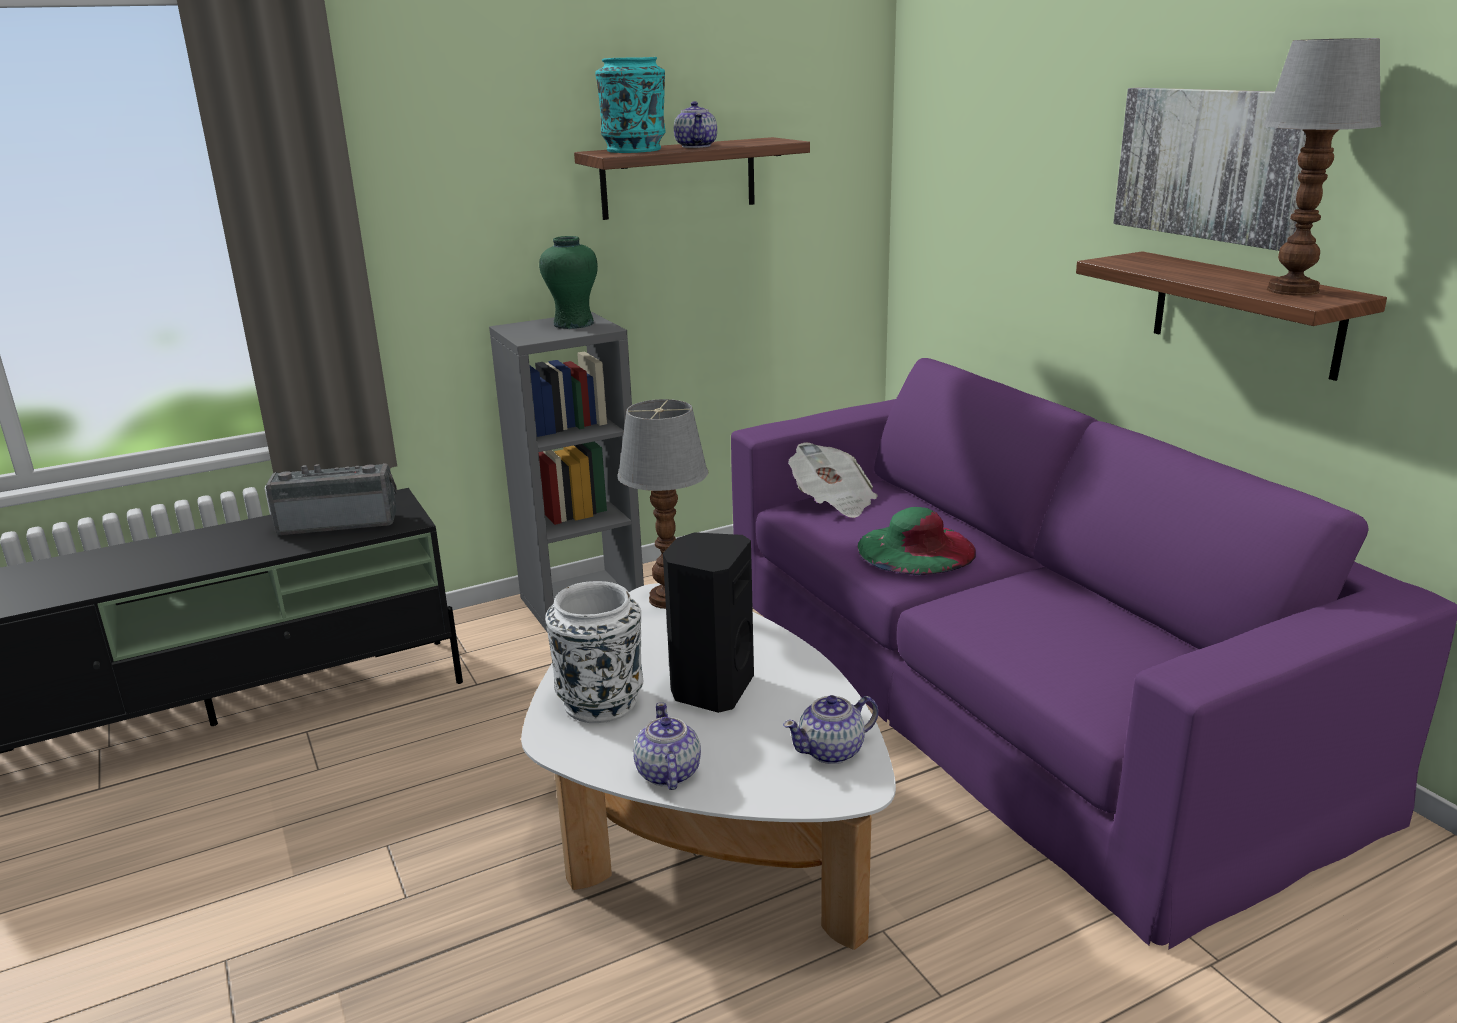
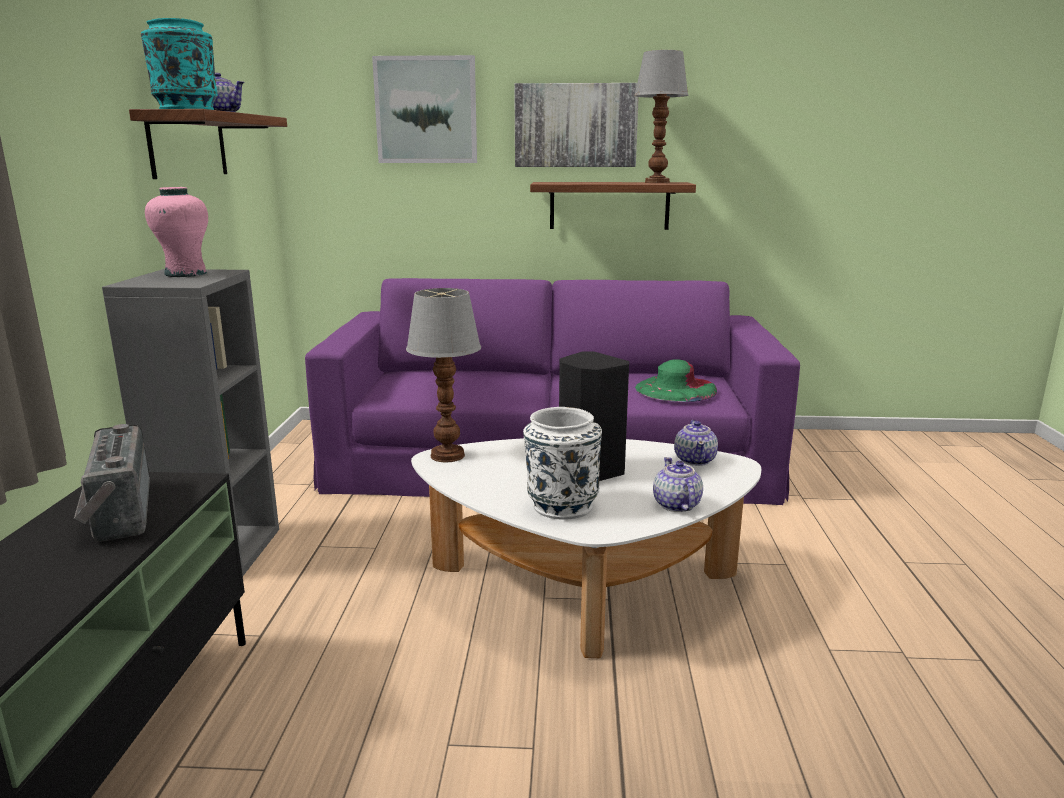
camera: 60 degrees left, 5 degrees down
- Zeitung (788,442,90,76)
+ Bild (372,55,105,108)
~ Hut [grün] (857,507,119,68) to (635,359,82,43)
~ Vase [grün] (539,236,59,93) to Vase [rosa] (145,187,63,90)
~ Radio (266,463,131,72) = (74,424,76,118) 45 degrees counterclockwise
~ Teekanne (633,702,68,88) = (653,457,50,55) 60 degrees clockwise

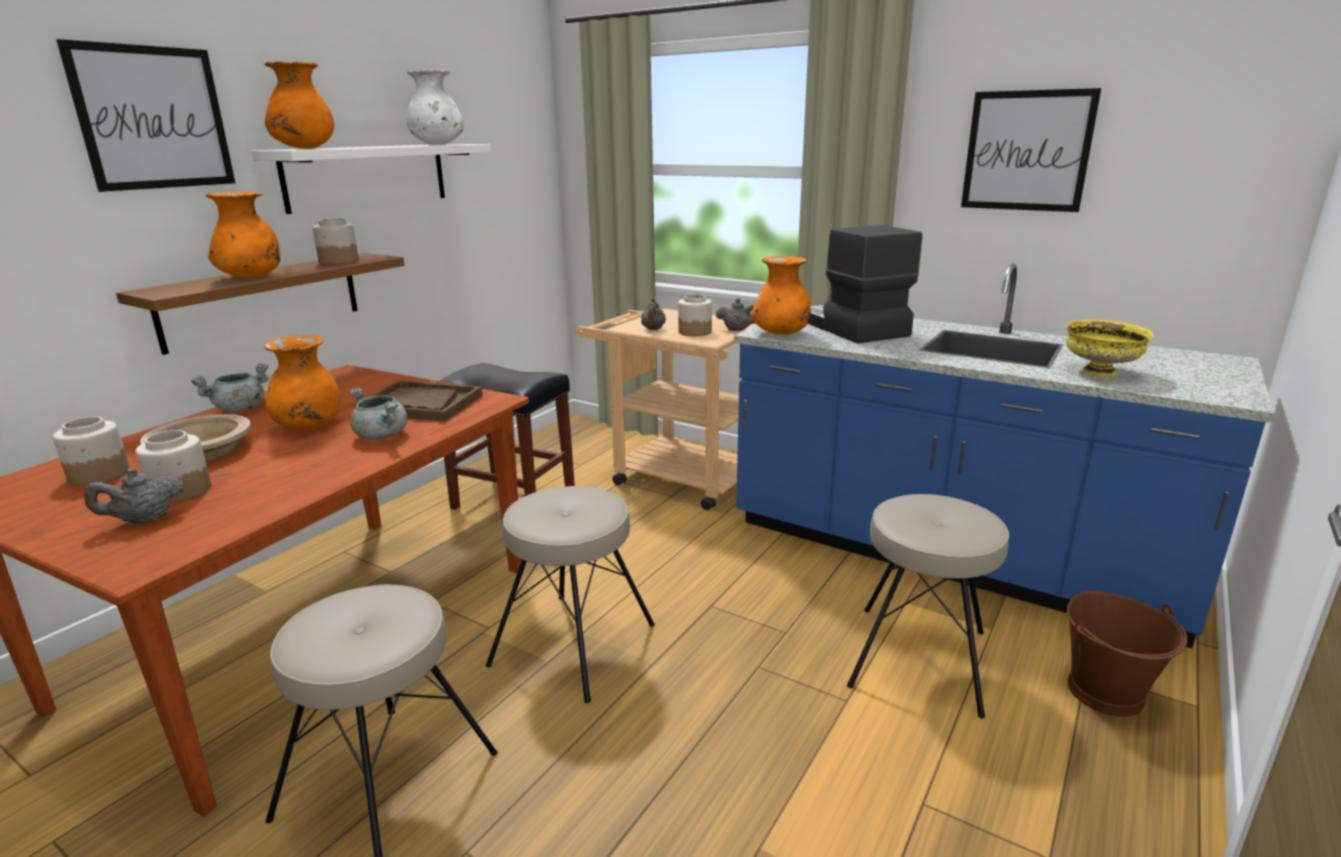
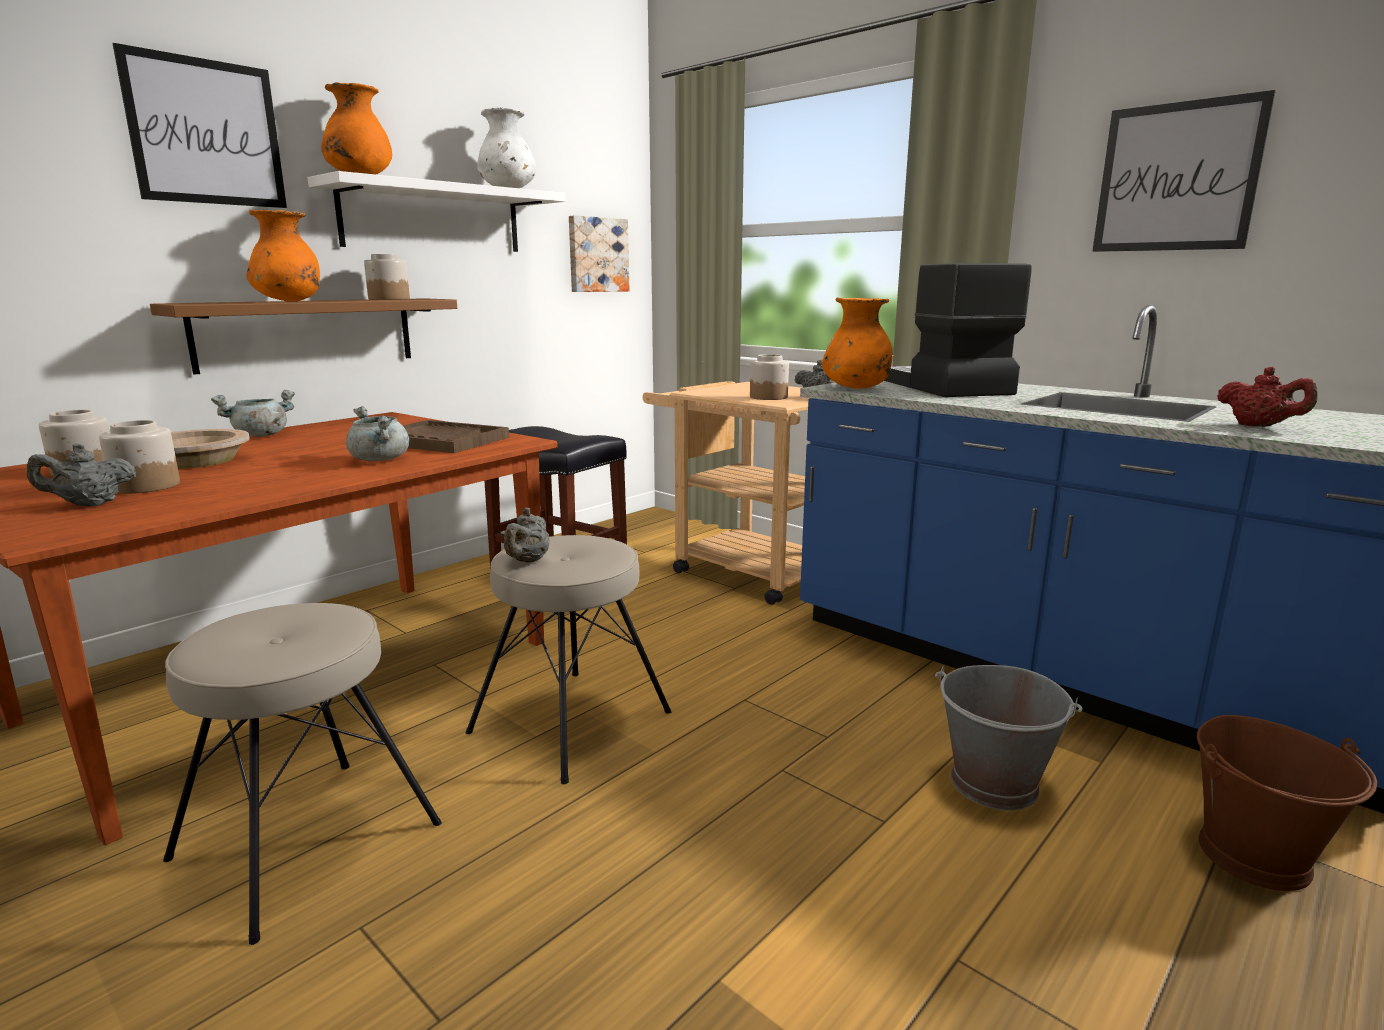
camera: 10 degrees right, 5 degrees down
- Vase [orange] (264,335,77,94)
+ Bild (569,215,60,77)
~ Teekanne [grau] (641,298,25,32) to (504,508,46,55)
~ Hocker [beige] (847,494,162,224) to Eimer [grau] (935,665,148,146)
~ Schüssel [gelb] (1066,319,88,57) to Teekanne [rot] (1217,367,101,60)

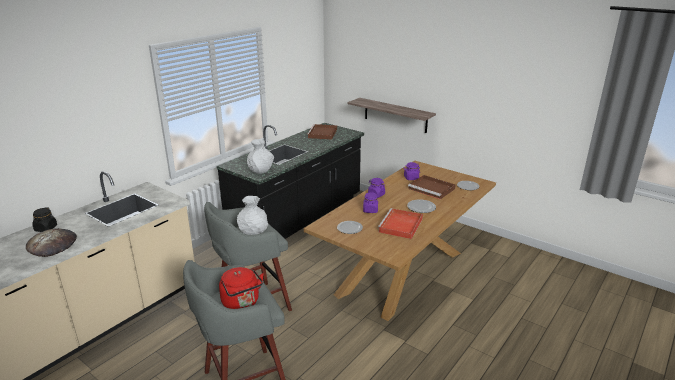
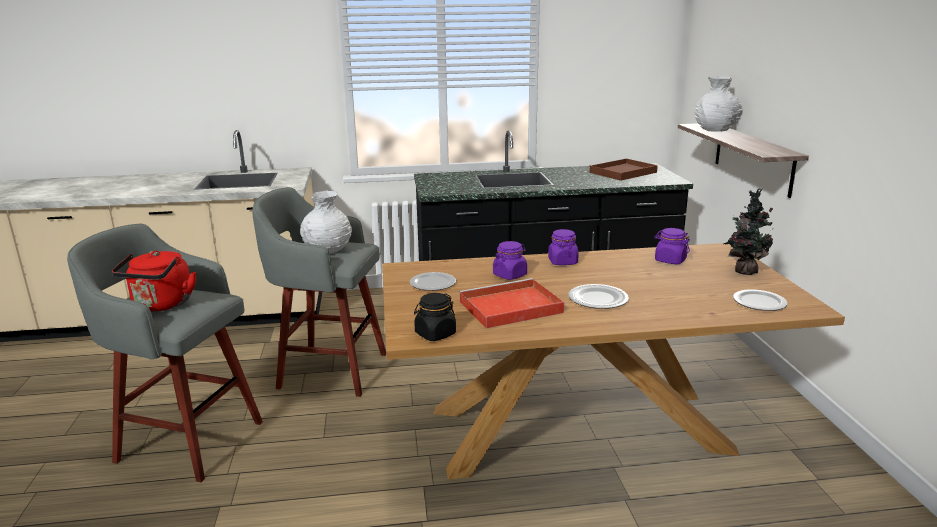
camera: 45 degrees right, 5 degrees down
- Brot (26,228,51,29)
- Tablett [braun] (408,175,48,24)
+ Topfpflanze (723,188,50,87)
~ Vorratsglas [schwarz] (32,207,25,25) to (414,293,42,48)
~ Vase [weiß] (247,139,27,35) to (694,76,48,56)

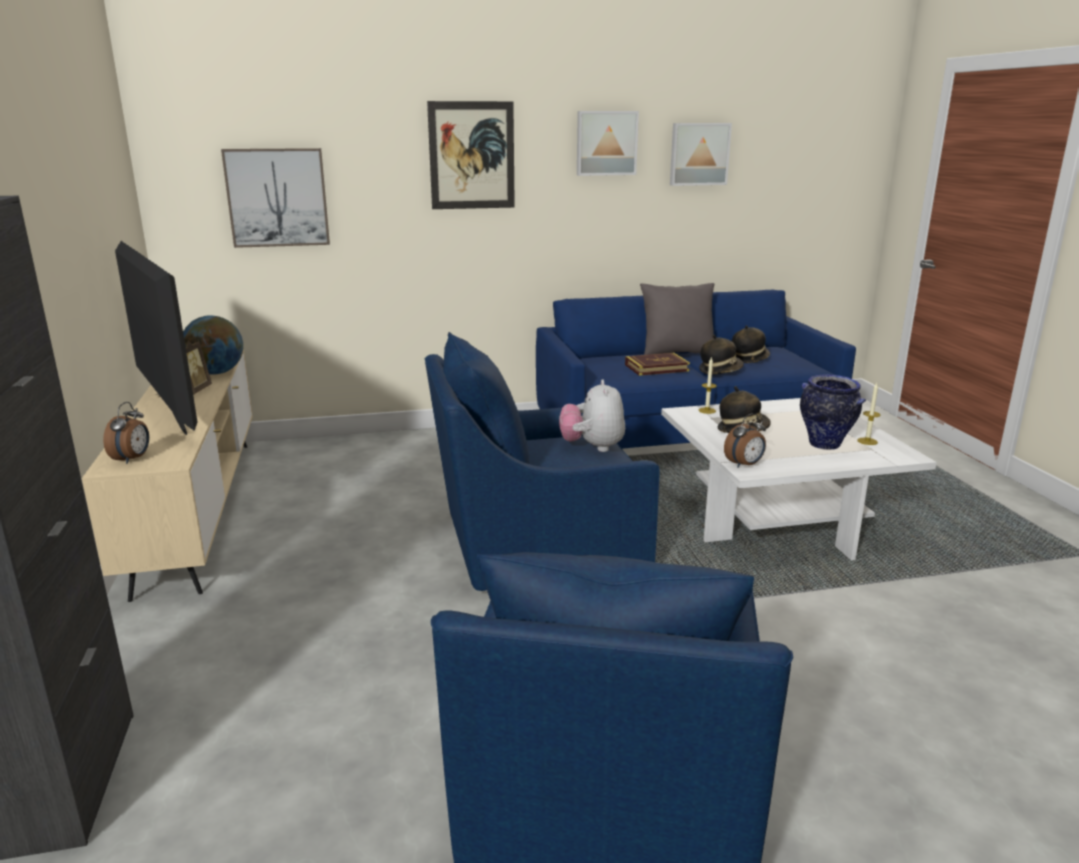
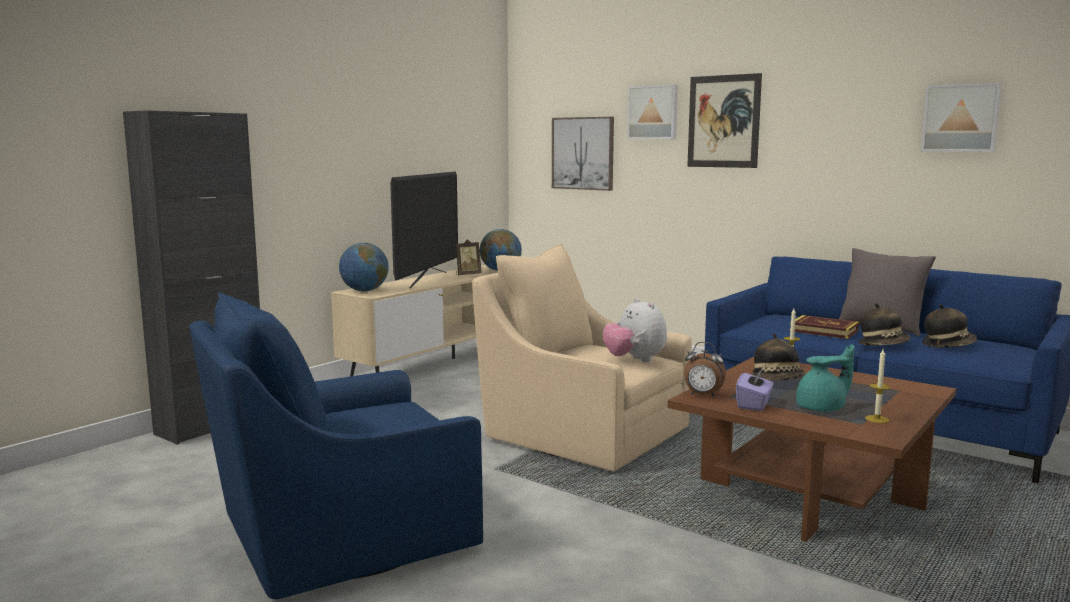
camera: 50 degrees right, 10 degrees down
+ Taschentuchbox [lila] (736,367,37,44)
~ Bild (577,111,62,65) to (627,84,51,55)
~ Wecker (103,402,46,62) to Globus (339,243,50,48)
~ Vase (800,375,66,75) to Teekanne [türkis] (796,344,58,68)
~ Sessel [blau] (424,332,236,259) to Sessel [beige] (472,244,220,228)
~ Couchtisch [weiß] (661,398,276,163) to Couchtisch [braun] (668,357,288,185)
~ Plüschtier (559,380,66,72) = (603,298,64,64) 75 degrees counterclockwise

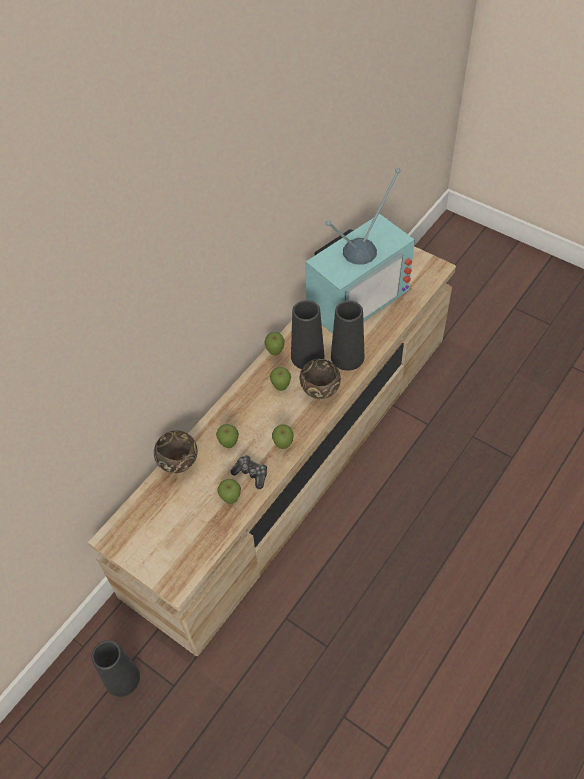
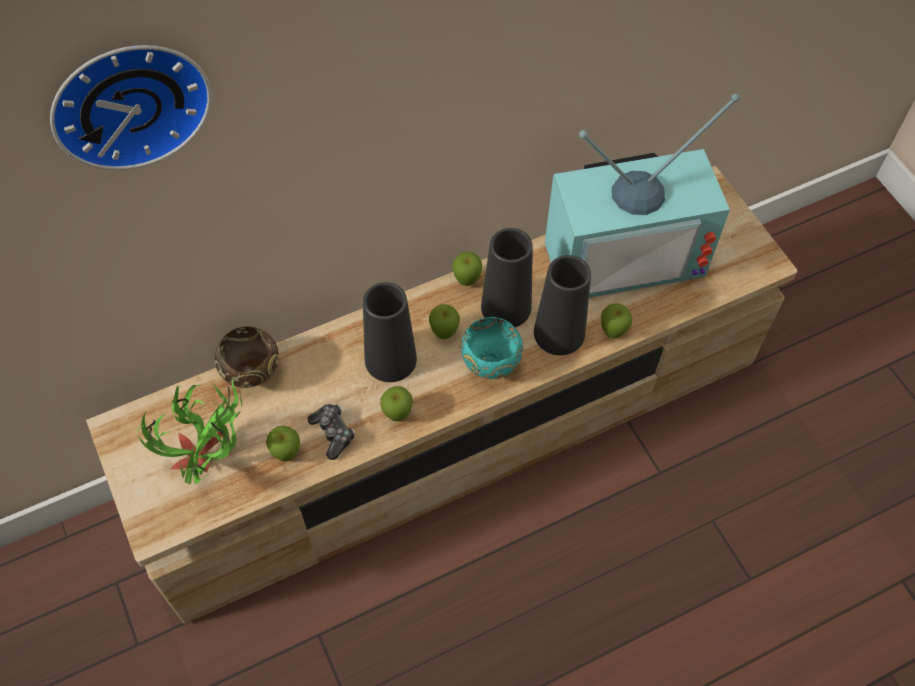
camera: 25 degrees right, 5 degrees up
+ Wanduhr (50,45,161,125)
+ Topfpflanze (137,379,105,106)
~ Vase [schwarz] (91,640,49,57) to (363,282,54,100)
~ Apfel (216,424,23,24) to (601,303,32,35)
~ Schüssel [braun] (299,359,42,40) to Schüssel [türkis] (461,317,62,62)

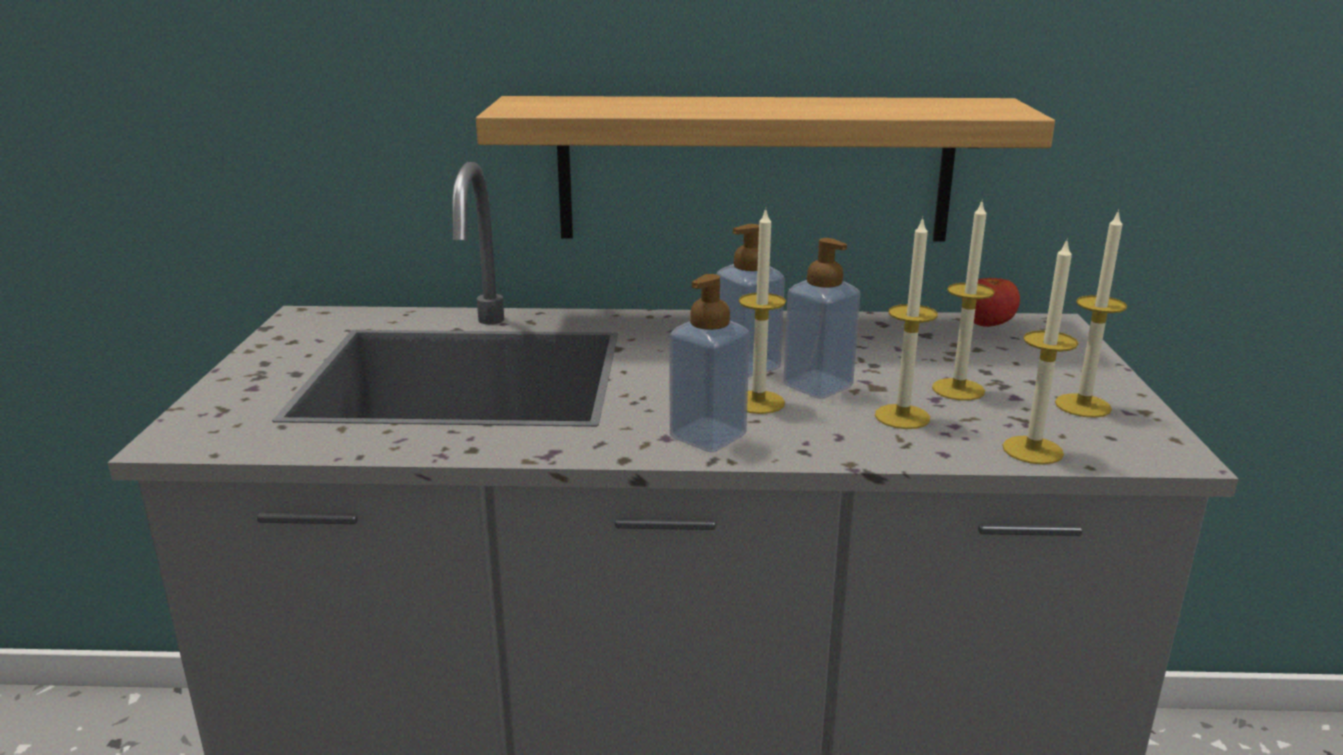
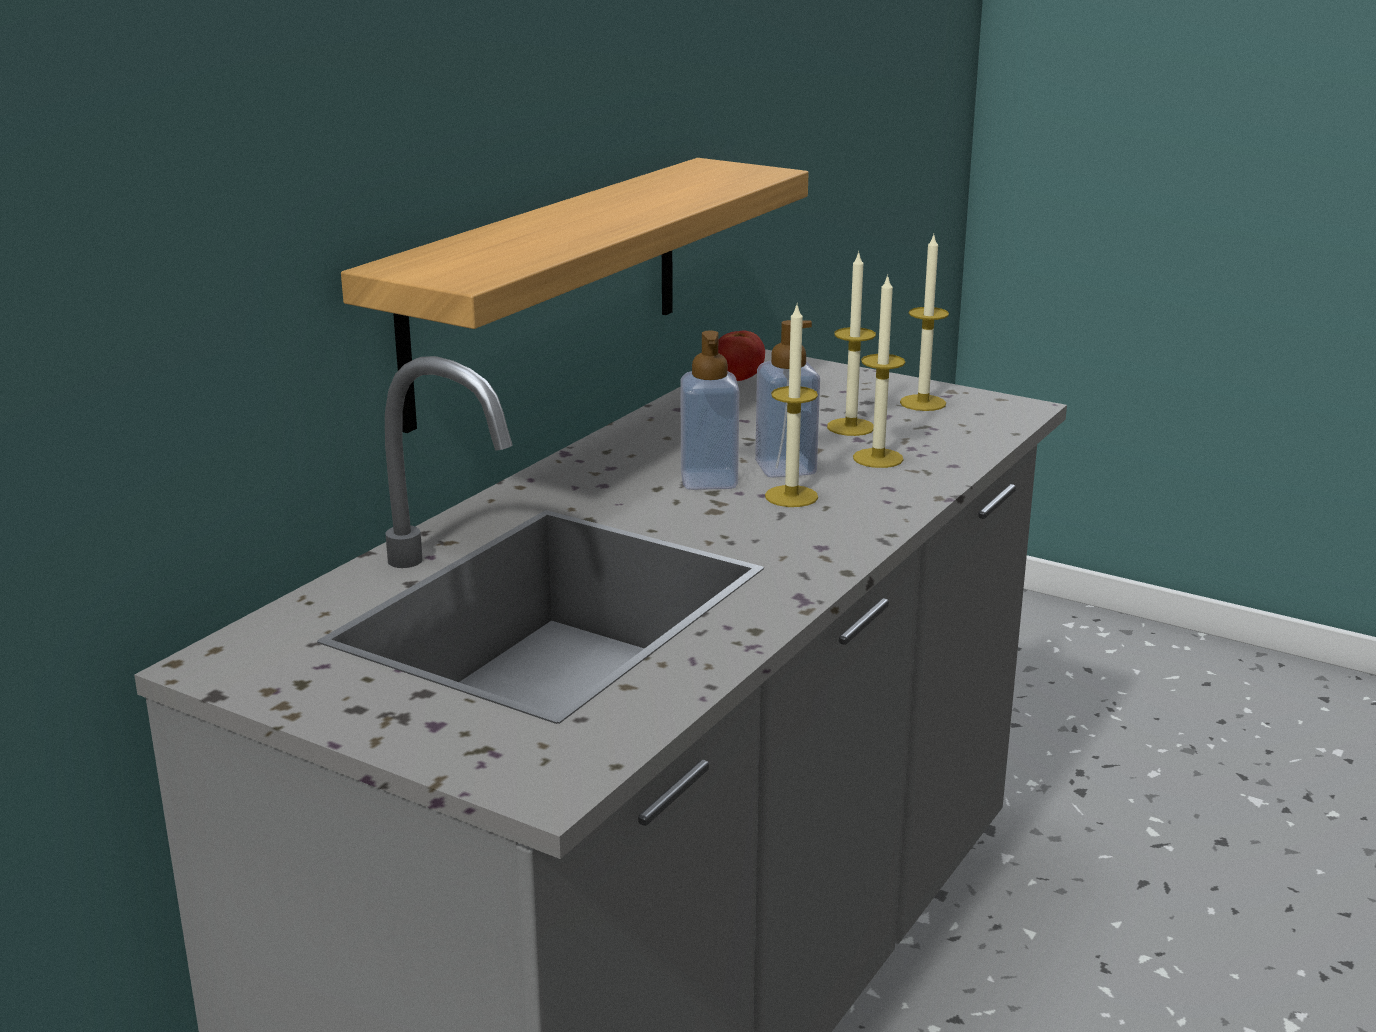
camera: 60 degrees left, 0 degrees up
- Seifenspender (670,274,80,178)
- Kerze (1002,238,76,226)

